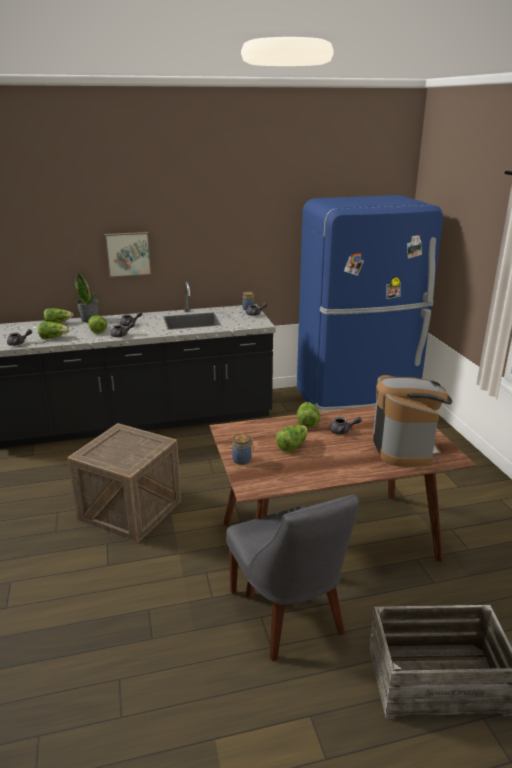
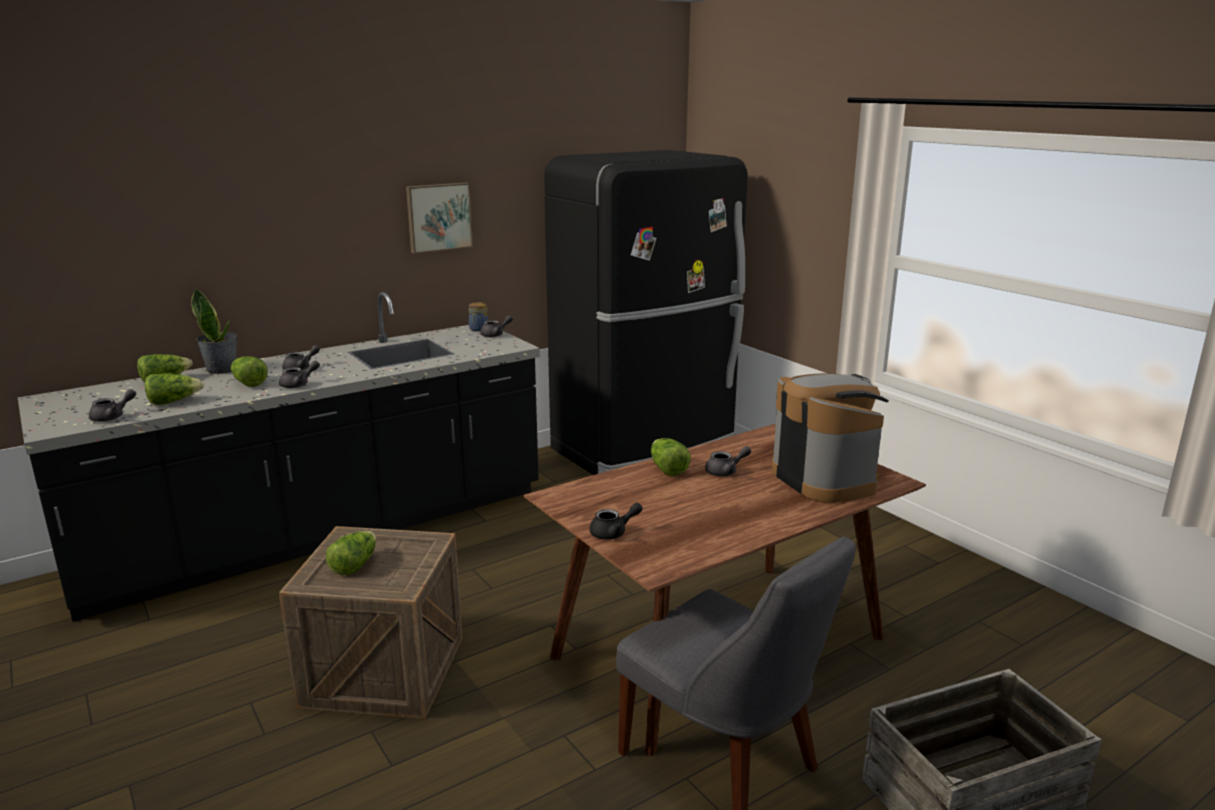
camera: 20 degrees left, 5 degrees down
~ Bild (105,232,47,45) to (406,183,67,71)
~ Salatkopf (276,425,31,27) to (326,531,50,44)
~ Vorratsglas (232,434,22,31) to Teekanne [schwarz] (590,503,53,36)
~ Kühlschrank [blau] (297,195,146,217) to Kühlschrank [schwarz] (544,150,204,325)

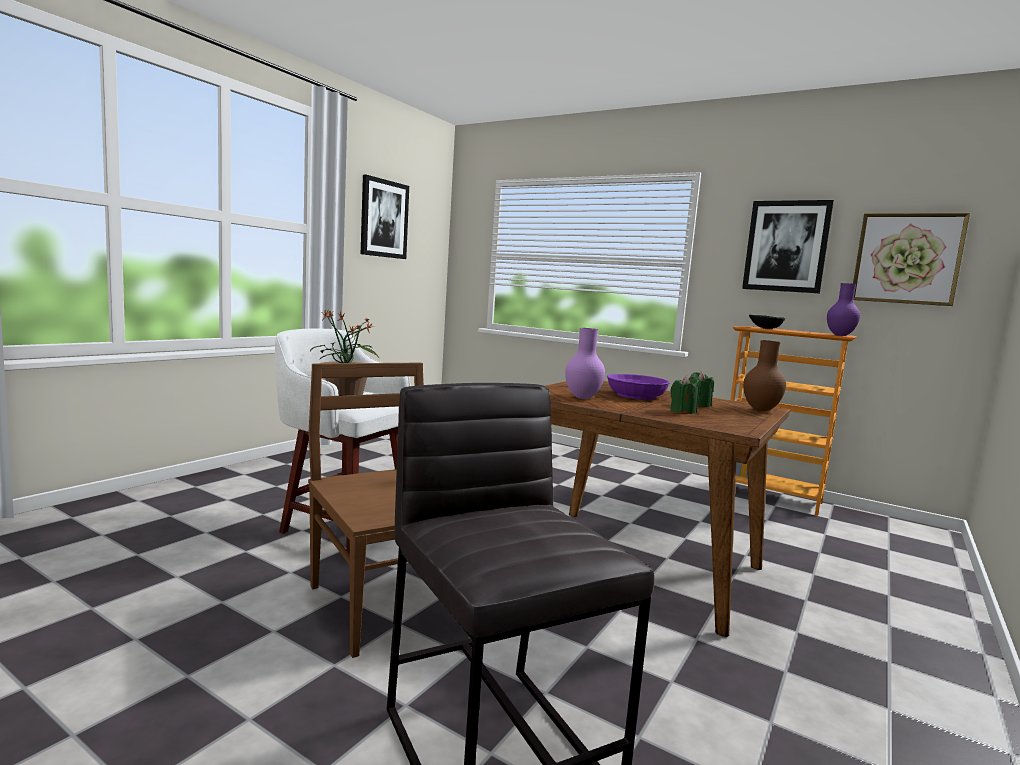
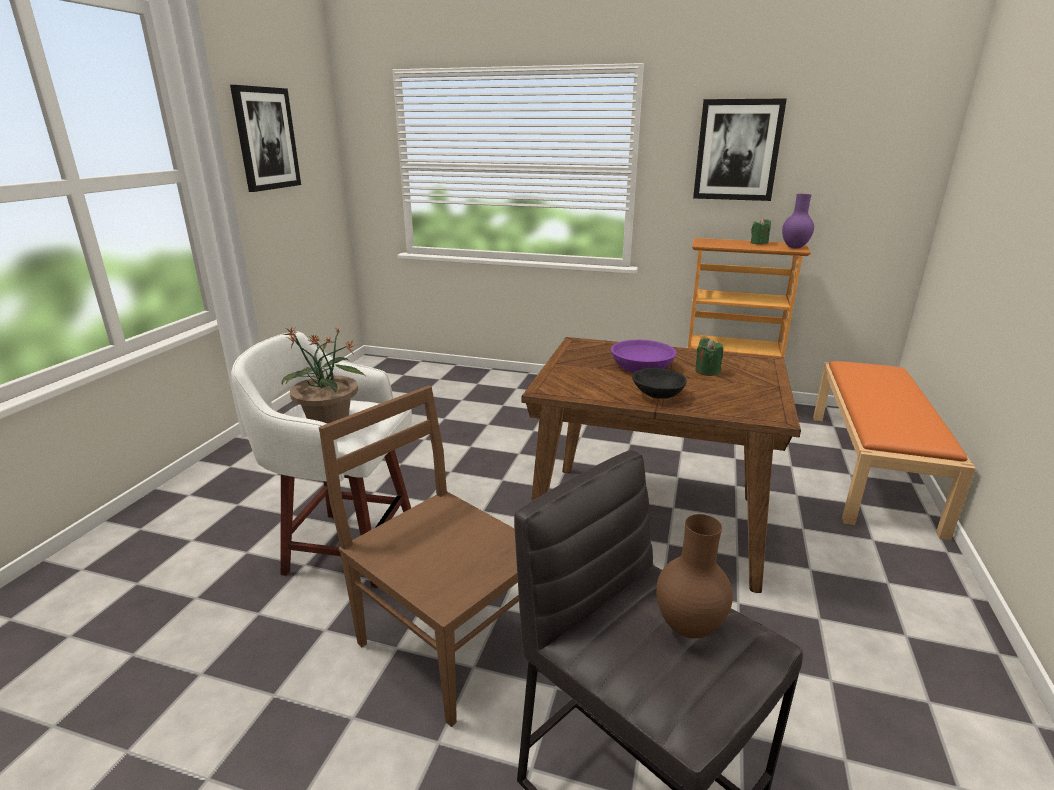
camera: 15 degrees left, 15 degrees up
- Vase [lila] (565,328,40,71)
- Bild (853,213,117,93)
+ Bank [orange] (813,361,163,179)
~ Kerze [grün] (670,375,30,39) to (751,218,20,27)
~ Vase [braun] (743,340,43,71) to (656,514,77,125)
~ Schüssel [schwarz] (749,315,36,14) to (632,368,55,31)

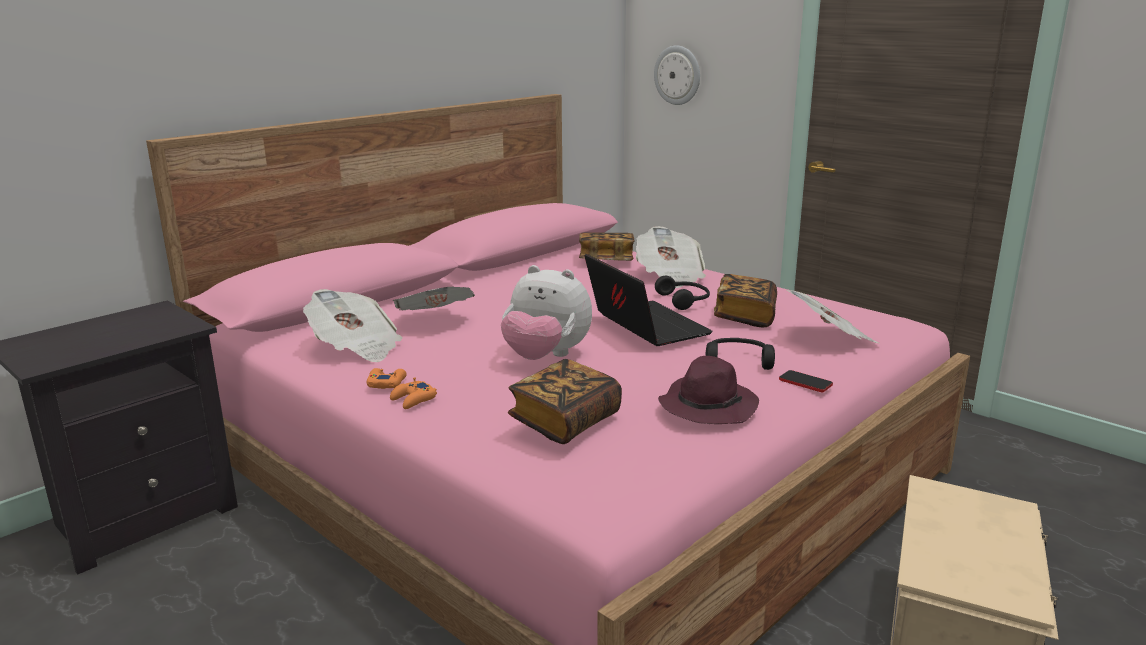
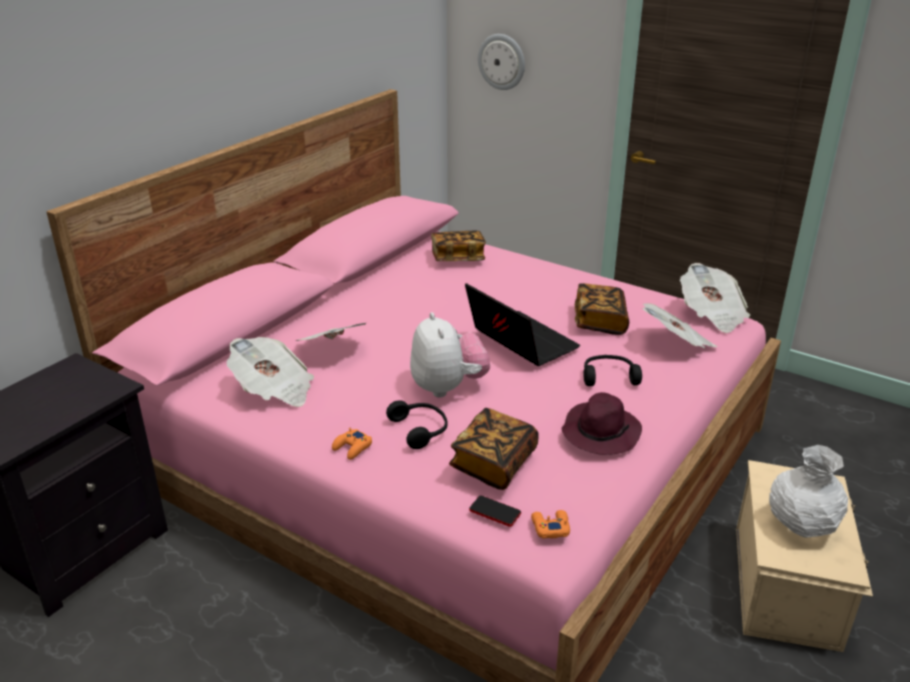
camera: 10 degrees left, 10 degrees up
+ Vase [weiß] (769,445,79,93)
~ Gamepad [orange] (367,368,40,21) to (531,510,39,29)
~ Zeitung (636,226,70,62) to (680,263,70,70)
~ Kopfhörer [schwarz] (655,276,55,34) to (386,400,62,49)
~ Handy (779,370,54,22) to (469,496,52,31)
~ Plüschtier (501,265,91,95) = (410,312,80,86) 120 degrees counterclockwise

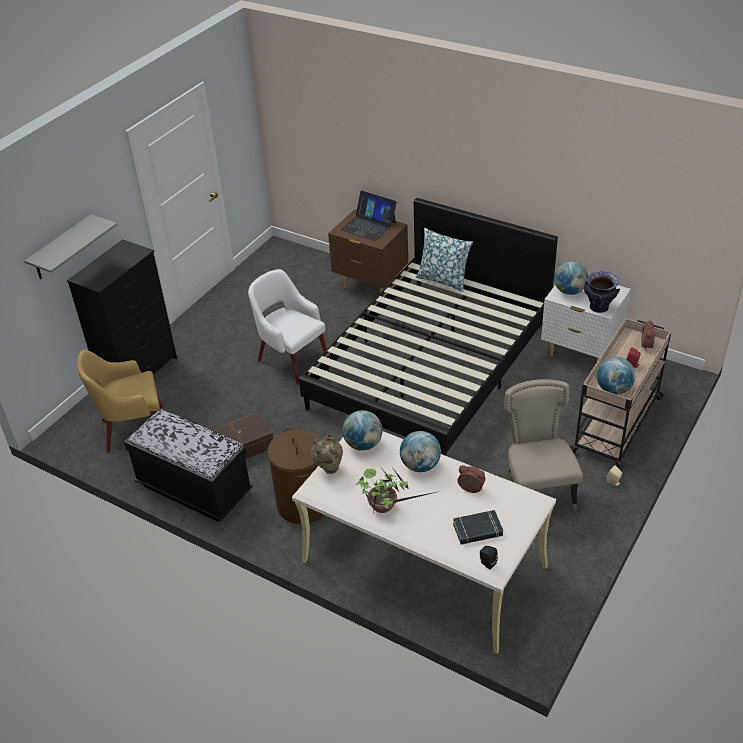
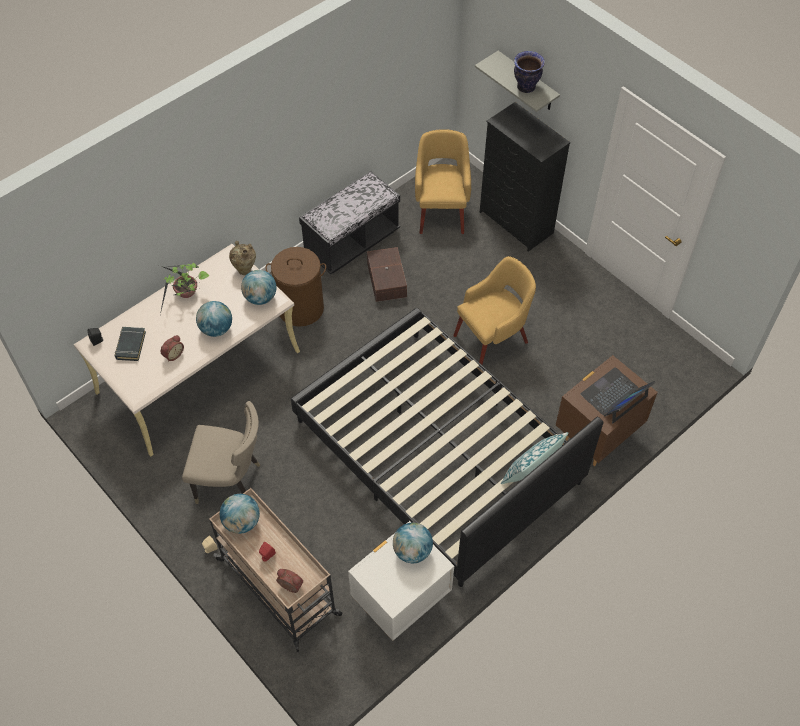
camera: 105 degrees right, 15 degrees up
~ Vase (584,272,36,41) to (514,51,31,42)
~ Sessel [weiß] (248,269,79,115) to Sessel [gelb] (453,256,83,109)

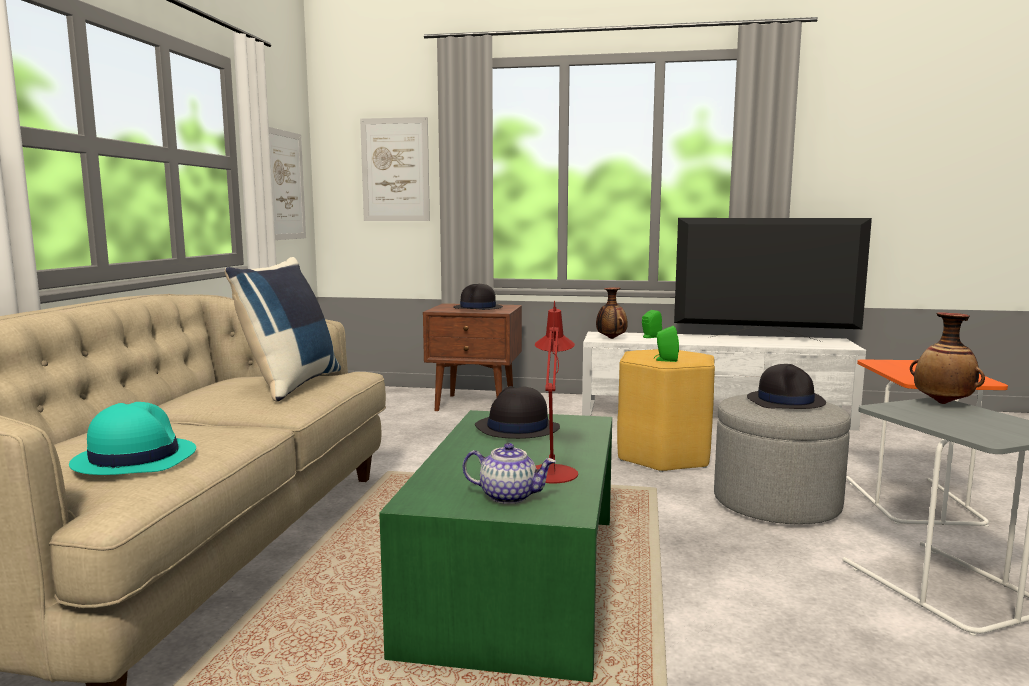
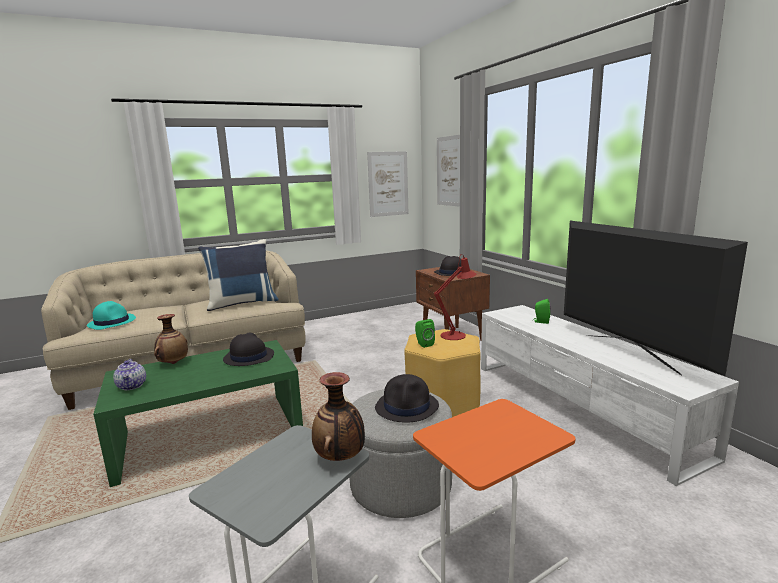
camera: 55 degrees right, 5 degrees up
~ Tischlampe [rot] (535,301,43,182) to (434,254,42,86)
~ Vase (596,287,32,52) to (154,314,34,50)

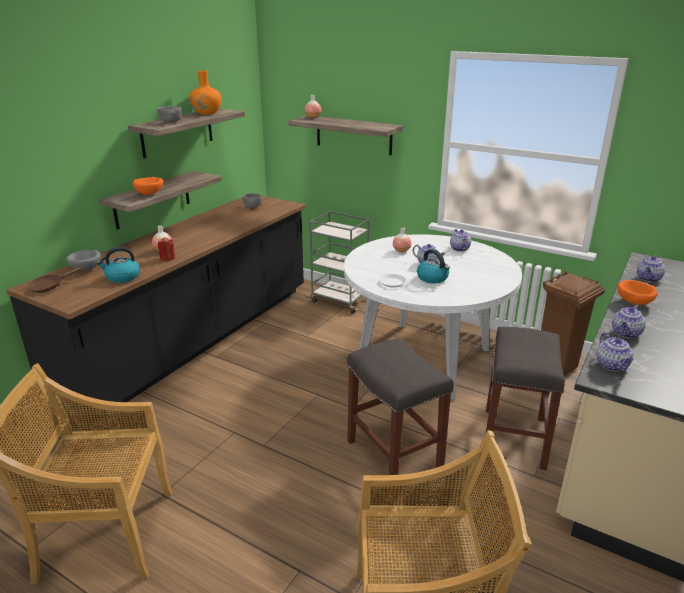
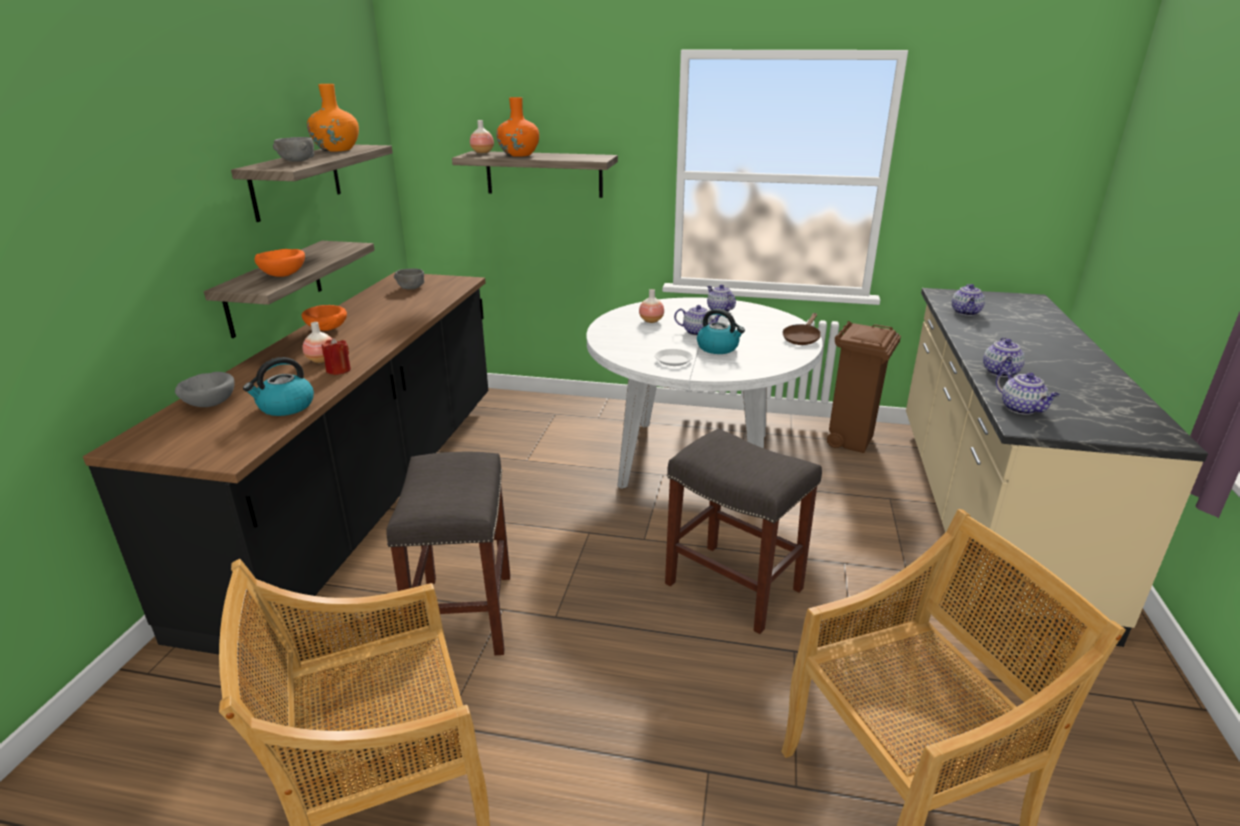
camera: 20 degrees left, 0 degrees up
- Rollwagen [grau] (310,211,60,103)
+ Vase [orange] (496,97,43,60)
~ Pfanne [braun] (28,266,56,27) to (783,313,38,32)
~ Hocker [grau] (485,327,80,143) to (386,452,124,203)
~ Schüssel [orange] (617,280,41,25) to (301,305,46,26)

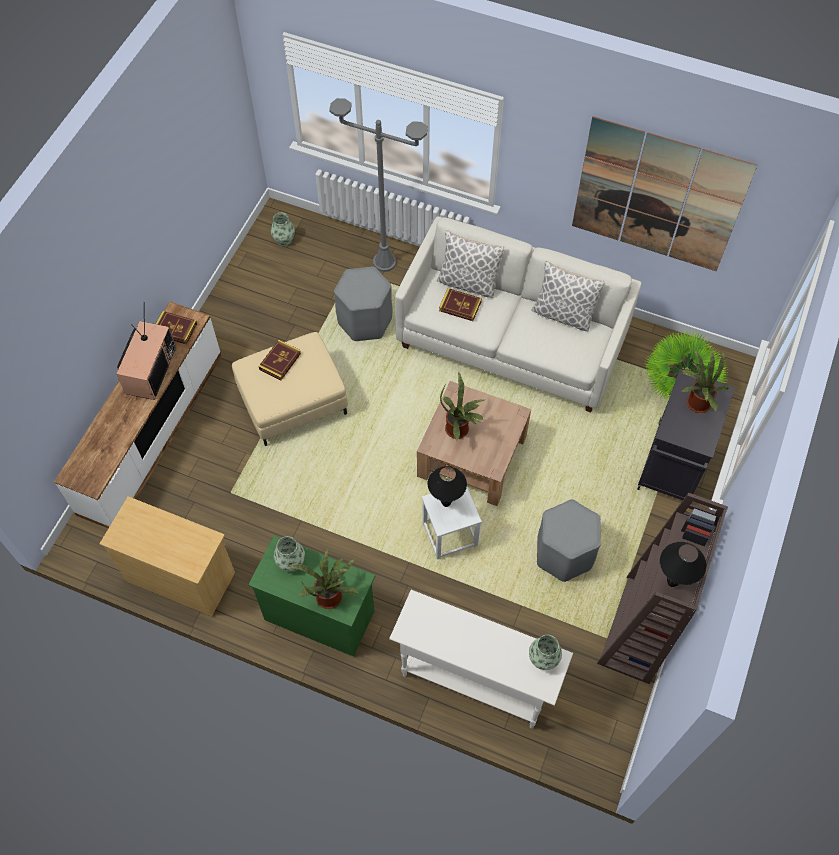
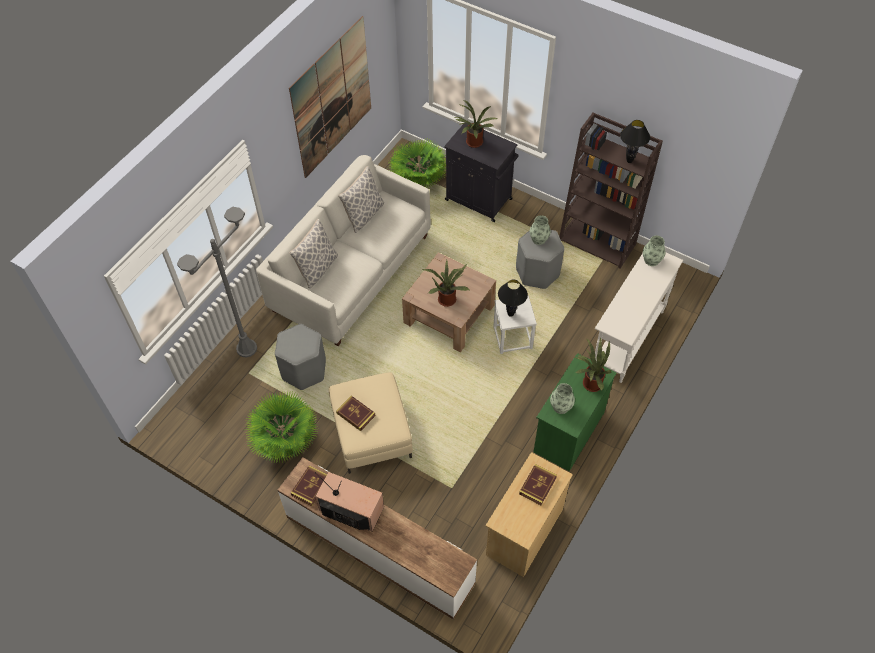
camera: 80 degrees left, 5 degrees down
+ Topfpflanze (245,390,73,73)
~ Vase (271,213,24,33) to (530,215,21,30)
~ Buch (439,288,43,33) to (519,464,38,41)

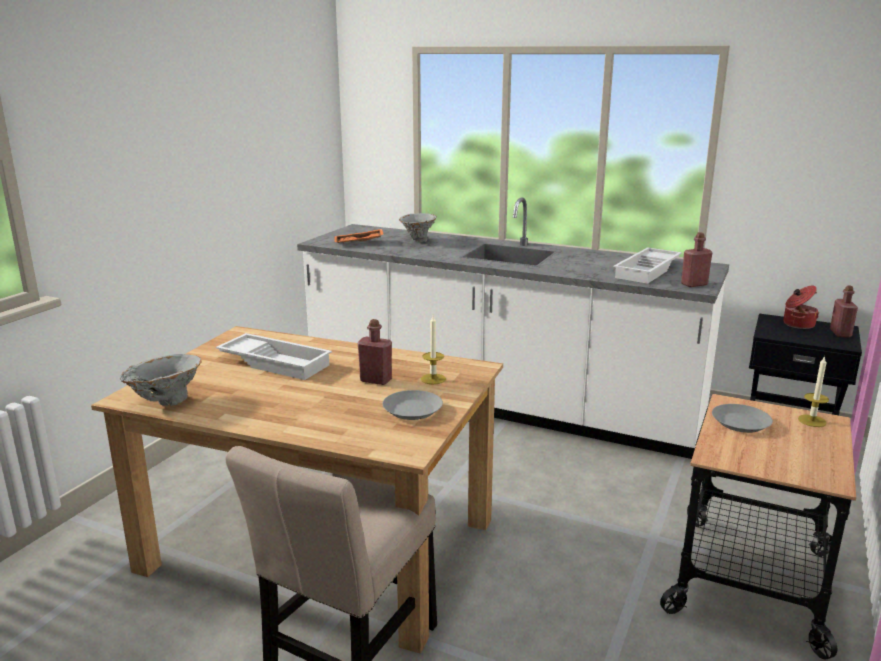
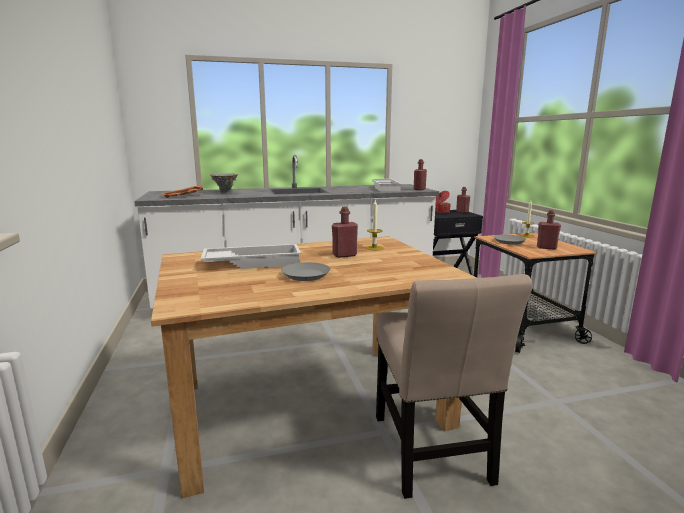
camera: 40 degrees left, 5 degrees down
- Vase [grau] (120,354,82,52)
+ Flasche [rot] (537,210,24,40)
~ Teller [grau] (382,390,61,30) to (281,262,50,19)

